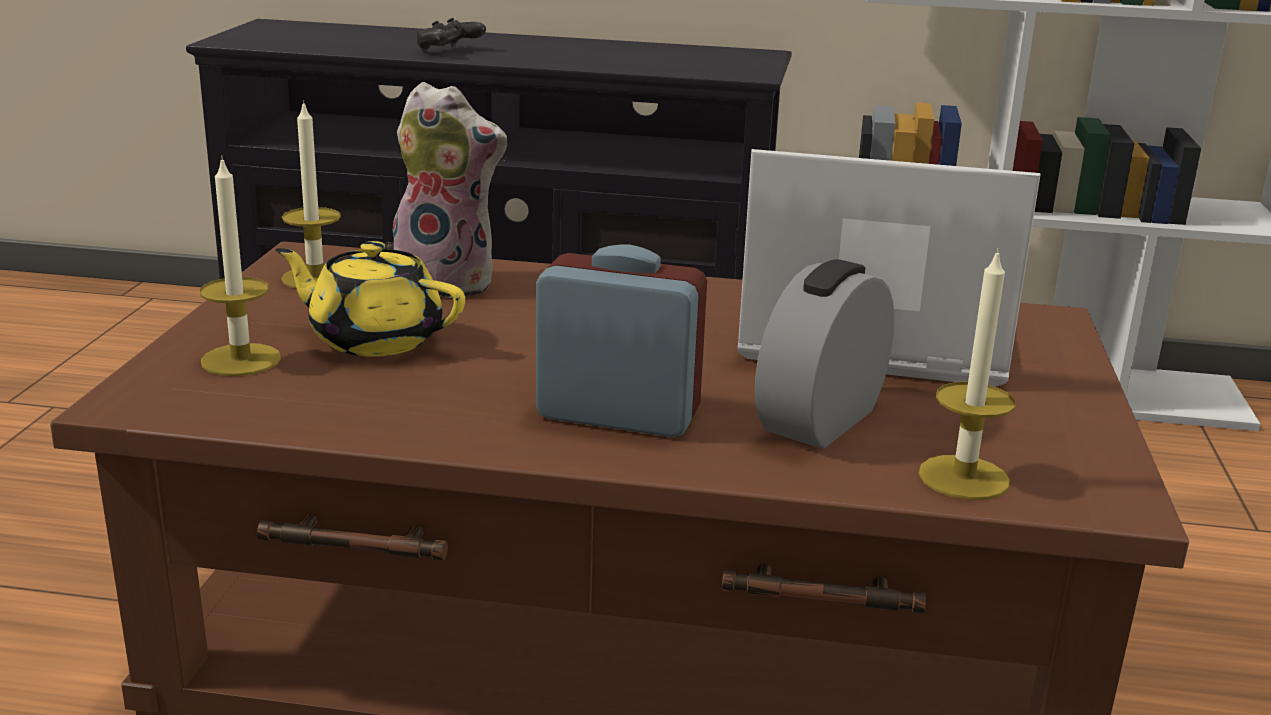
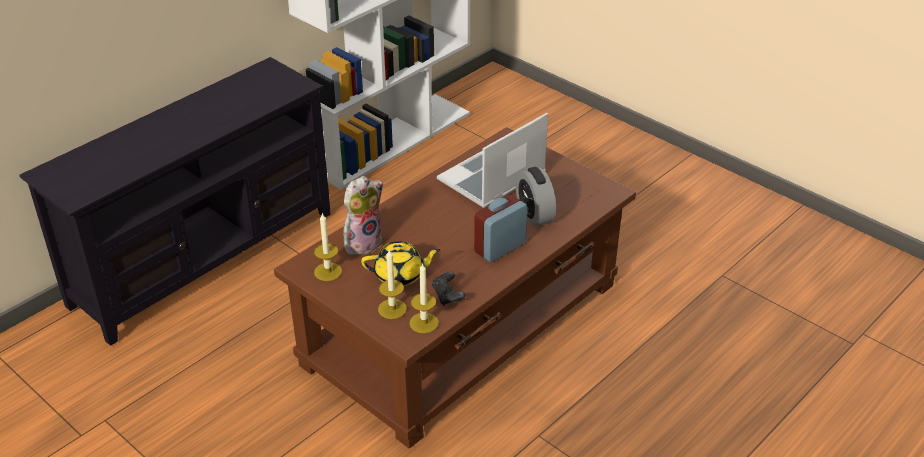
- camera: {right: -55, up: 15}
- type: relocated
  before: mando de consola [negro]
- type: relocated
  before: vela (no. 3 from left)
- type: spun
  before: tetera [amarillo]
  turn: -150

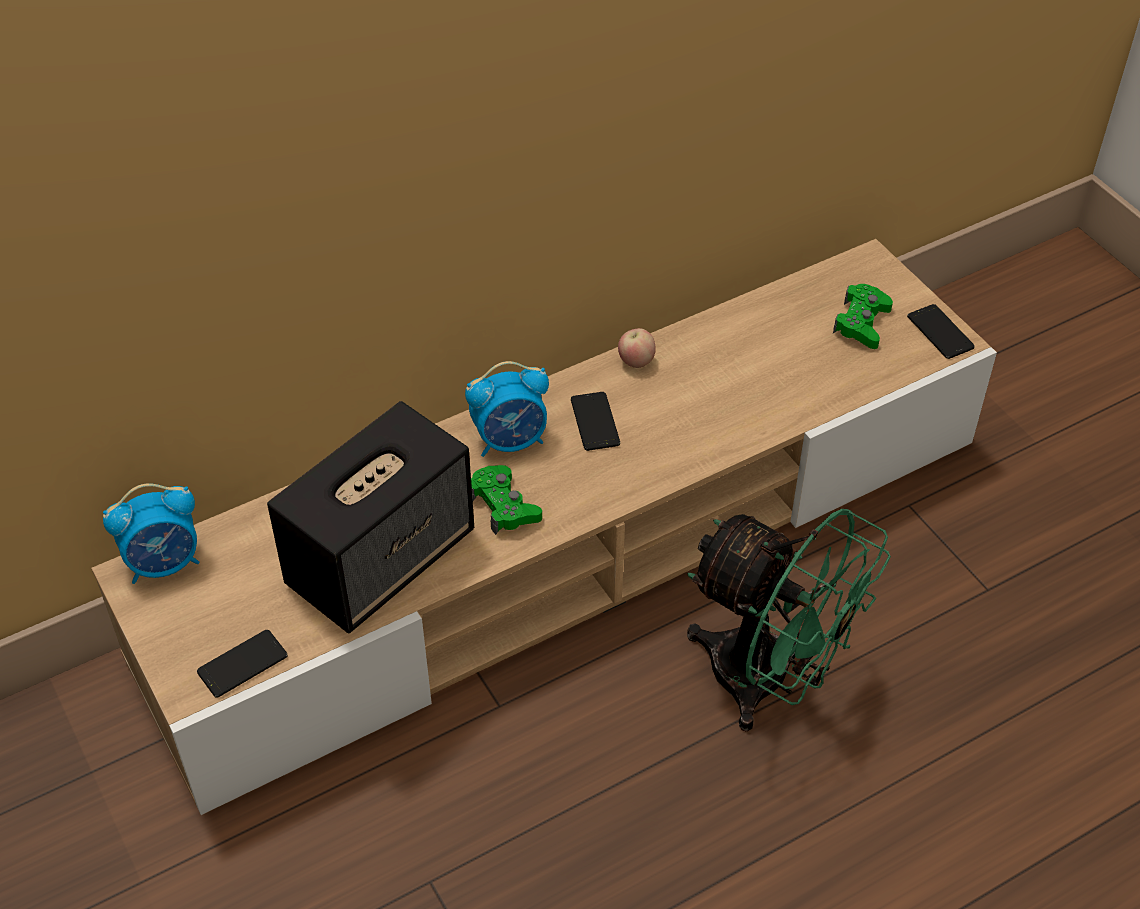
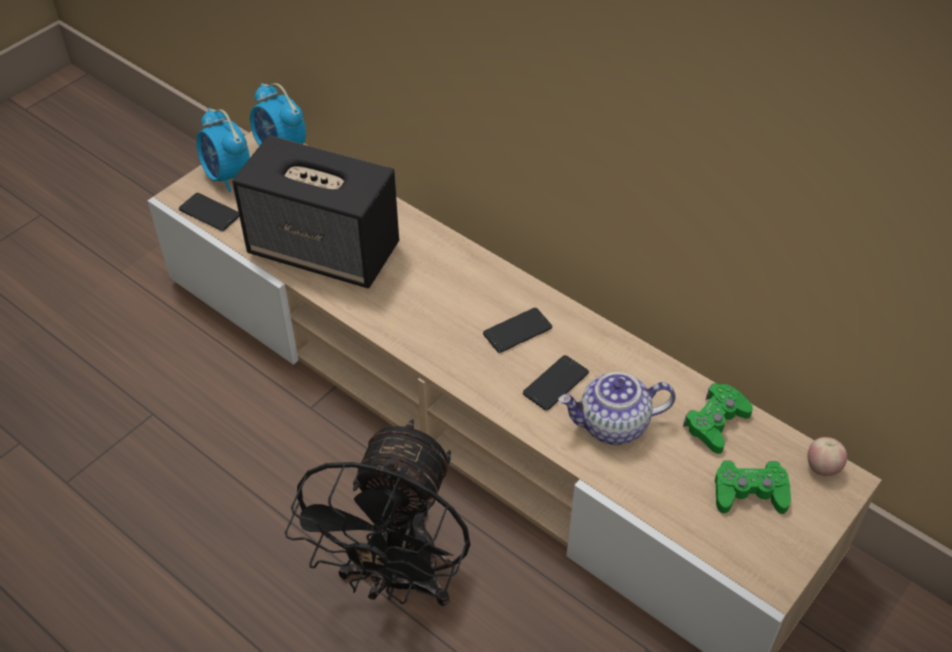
- camera: {right: 70, up: 0}
- type: appeared
  after: tetera
- type: relocated
  before: despertador (no. 2 from left in the first image)
  after: despertador (no. 1 from left)
- type: relocated
  before: mando de consola [verde] (no. 1 from left)
- type: relocated
  before: manzana
- type: relocated
  before: móvil (no. 3 from left)
- type: colour
  before: ventilador [verde]
  after: ventilador [negro]

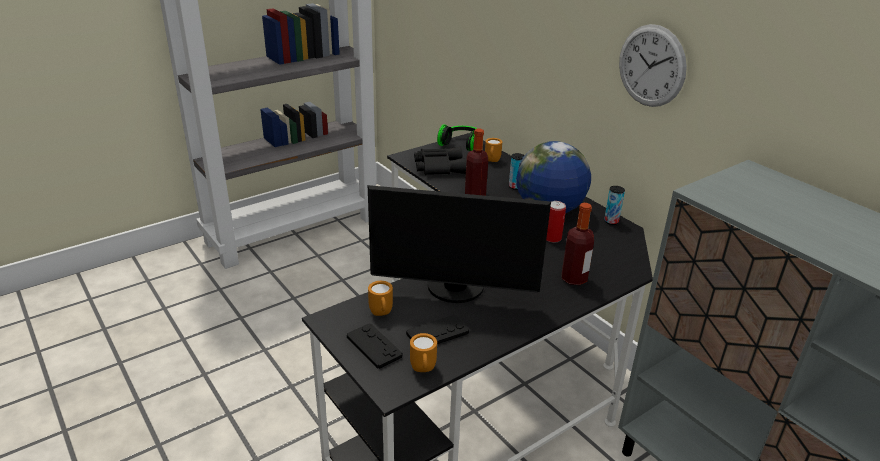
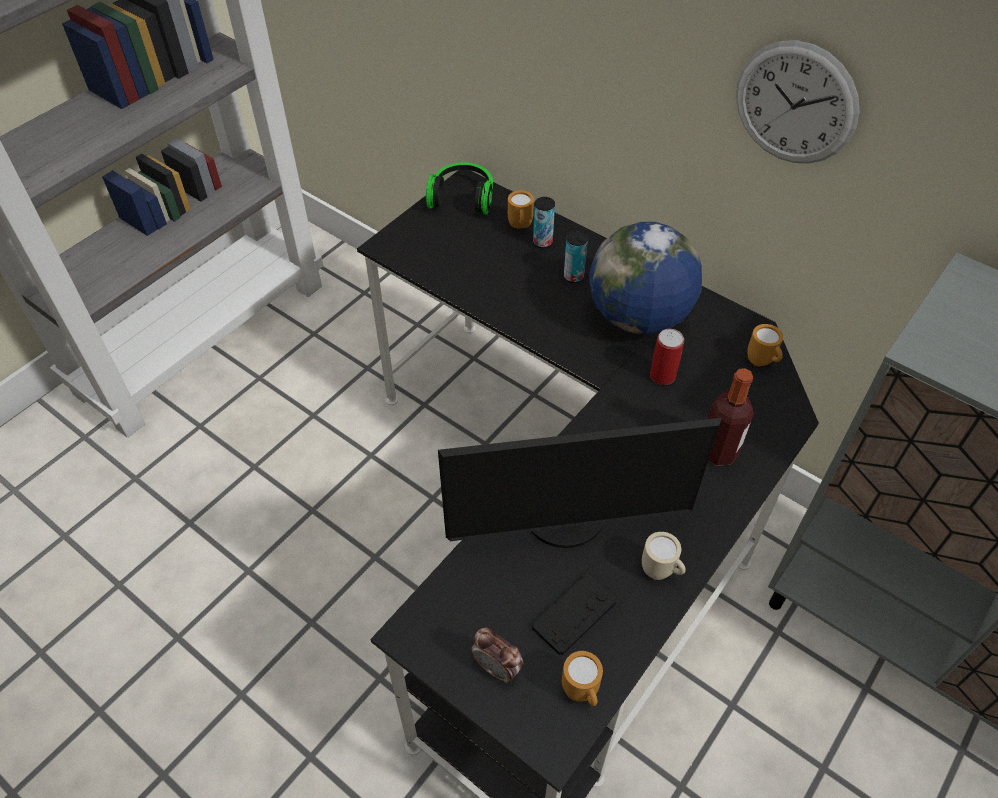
- camera: {right: -15, up: 20}
- type: missing
  before: prismáticos [negro]
- type: missing
  before: botella (no. 1 from left)
- type: appeared
  after: taza grande [beis]
- type: relocated
  before: taza grande [naranja] (no. 1 from left in the first image)
  after: taza grande [naranja] (no. 3 from left)
- type: relocated
  before: lata (no. 3 from left in the first image)
  after: lata (no. 1 from left)
- type: exchanged
  before: mando de consola [negro] (no. 1 from left)
  after: despertador

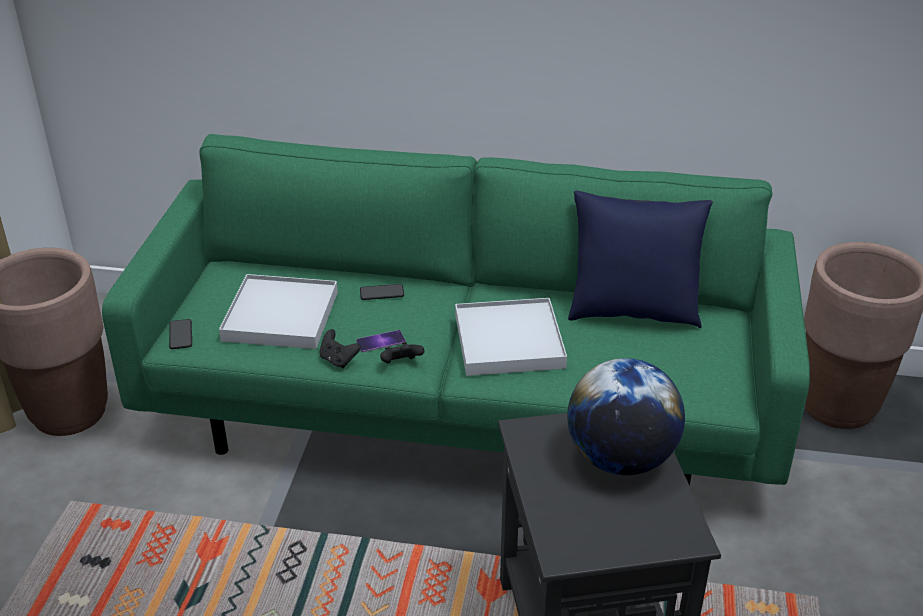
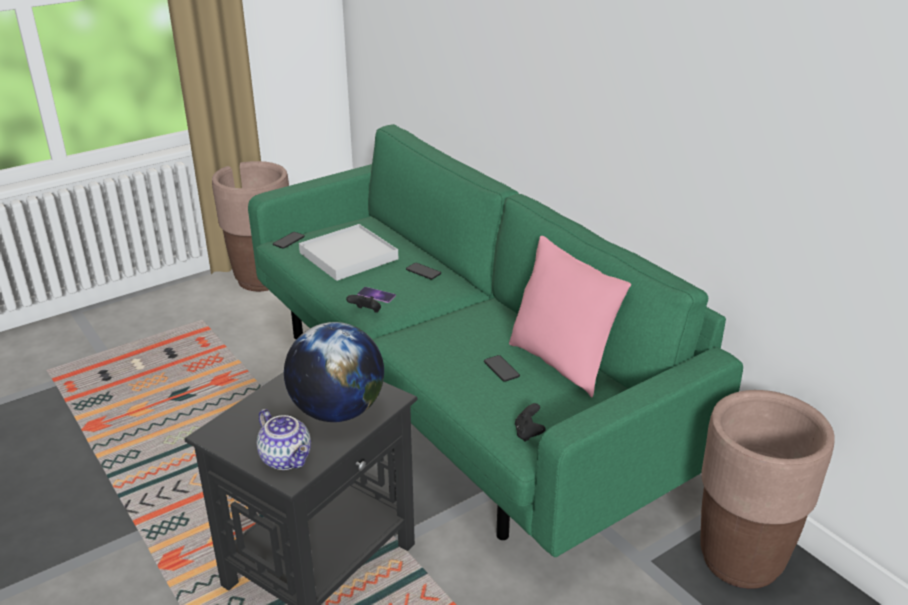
- camera: {right: 45, up: -5}
- type: missing
  before: bandeja [blanco] (no. 2 from left)
- type: appeared
  after: tetera
- type: appeared
  after: móvil (no. 4 from left)
- type: relocated
  before: mando de consola [negro] (no. 1 from left in the first image)
  after: mando de consola [negro] (no. 2 from left)
- type: colour
  before: cojín [azul]
  after: cojín [rosa]

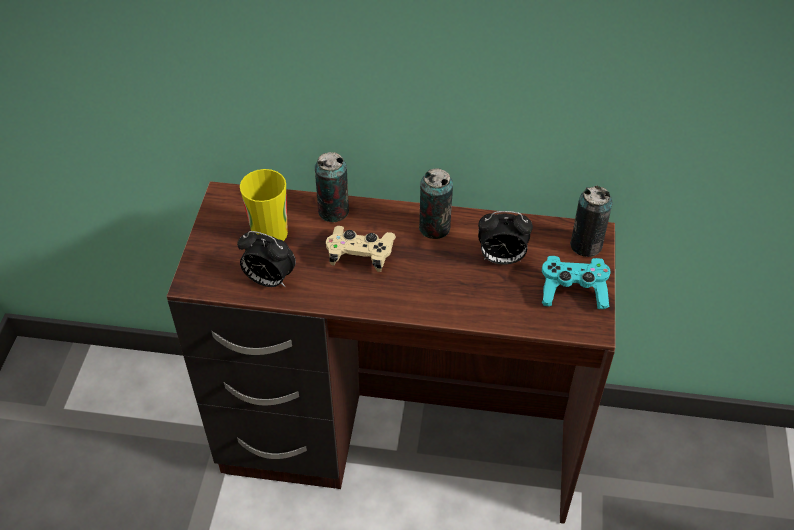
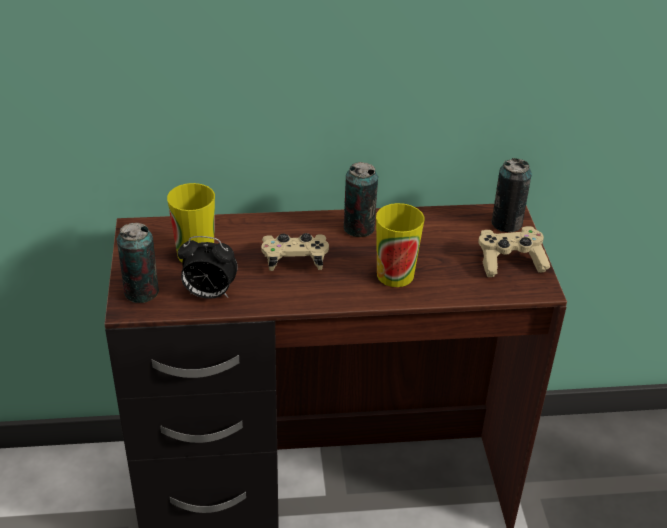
- camera: {right: -15, up: -10}
- type: missing
  before: despertador (no. 2 from left)
- type: appeared
  after: taza (no. 2 from left)
- type: relocated
  before: lata (no. 1 from left)
- type: colour
  before: mando de consola [turquesa]
  after: mando de consola [beis] (no. 2 from left)

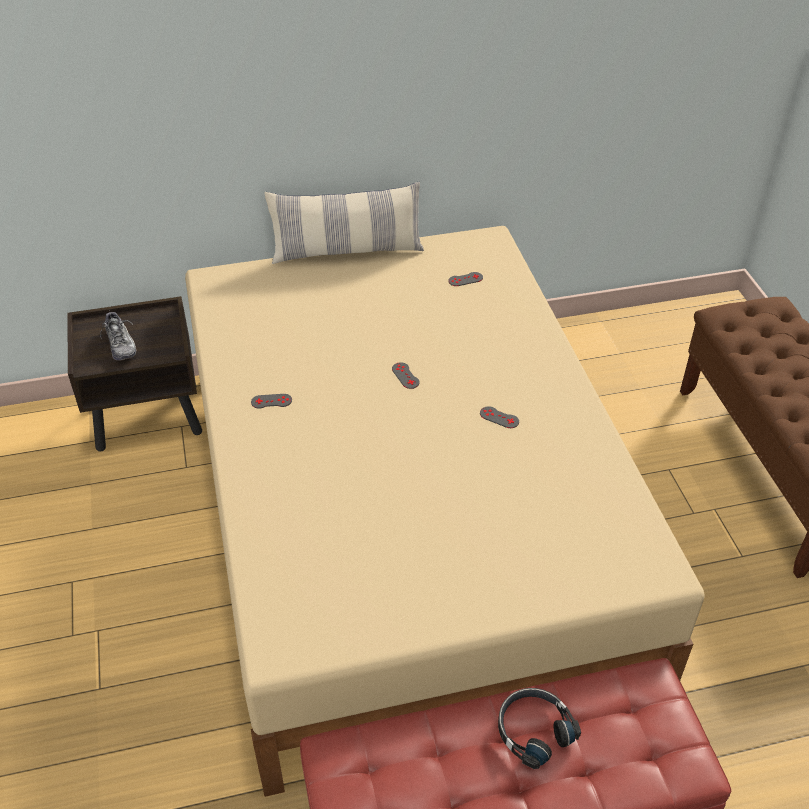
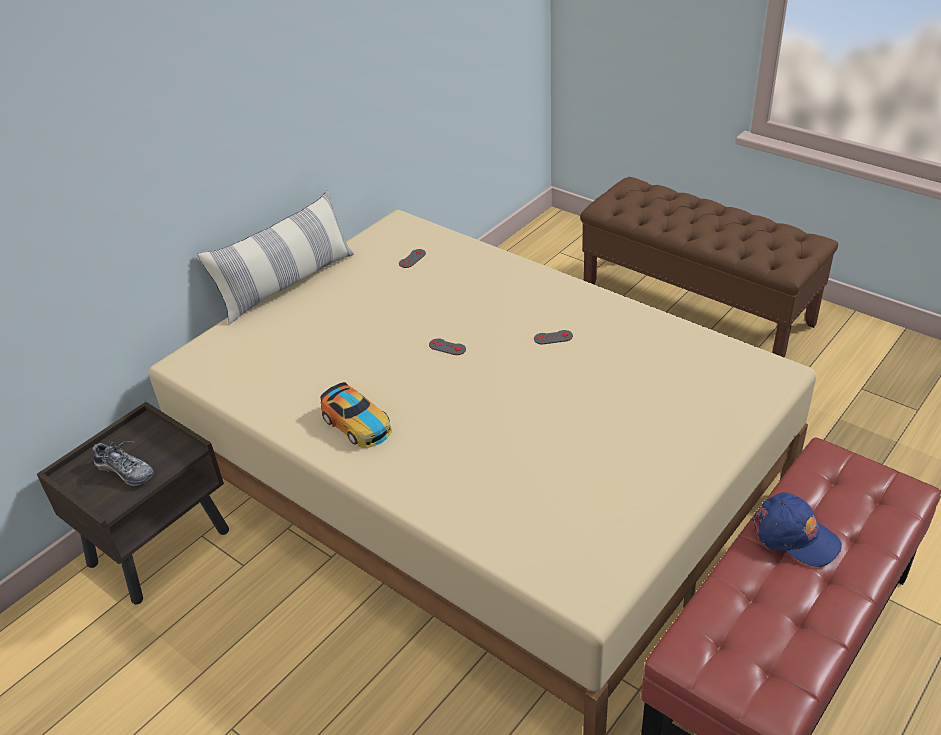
- camera: {right: -35, up: -5}
- type: exchanged
  before: mando de consola [gris] (no. 1 from left)
  after: coche de juguete
- type: exchanged
  before: auriculares [negro]
  after: gorra [azul]

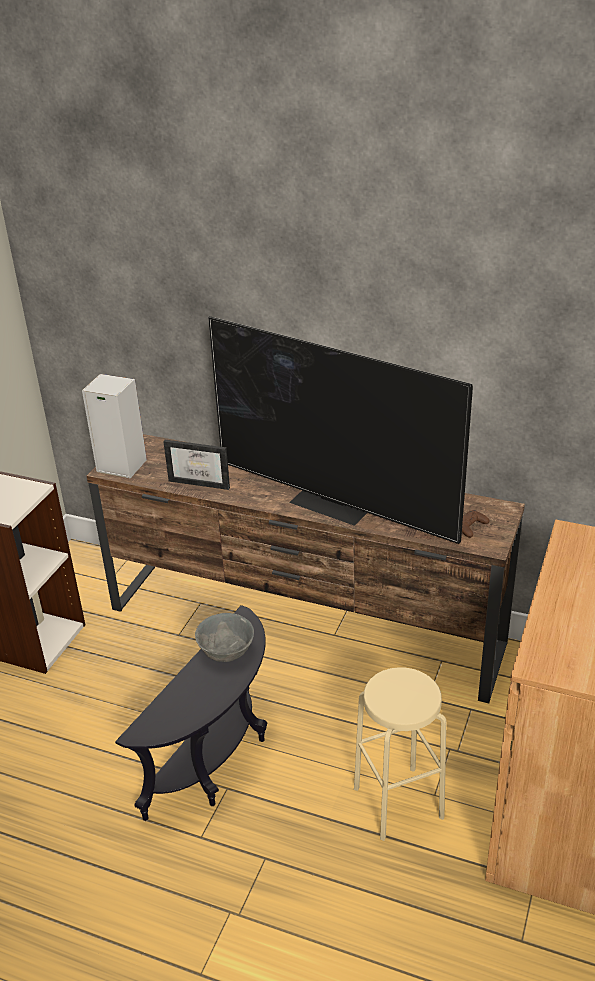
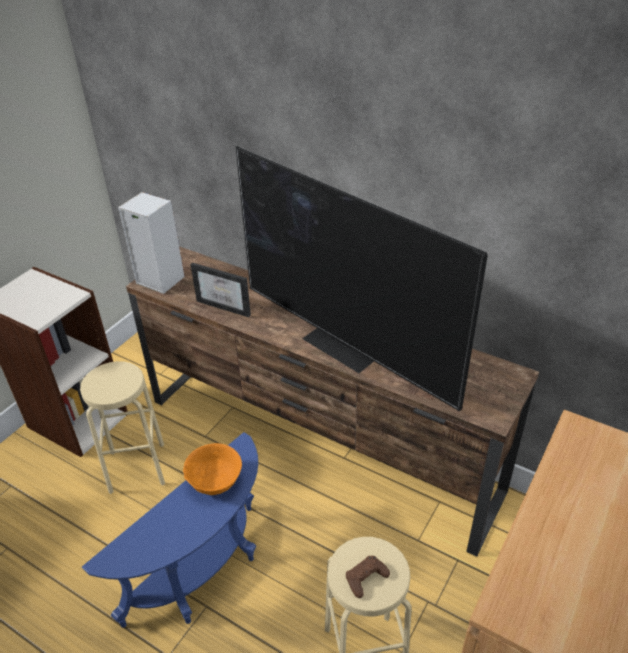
- camera: {right: 10, up: 5}
- type: appeared
  after: taburete [beis] (no. 1 from left)
- type: relocated
  before: mando de consola [marrón]
- type: colour
  before: mesa auxiliar [negro]
  after: mesa auxiliar [azul]
- type: colour
  before: cuenco [gris]
  after: cuenco [naranja]

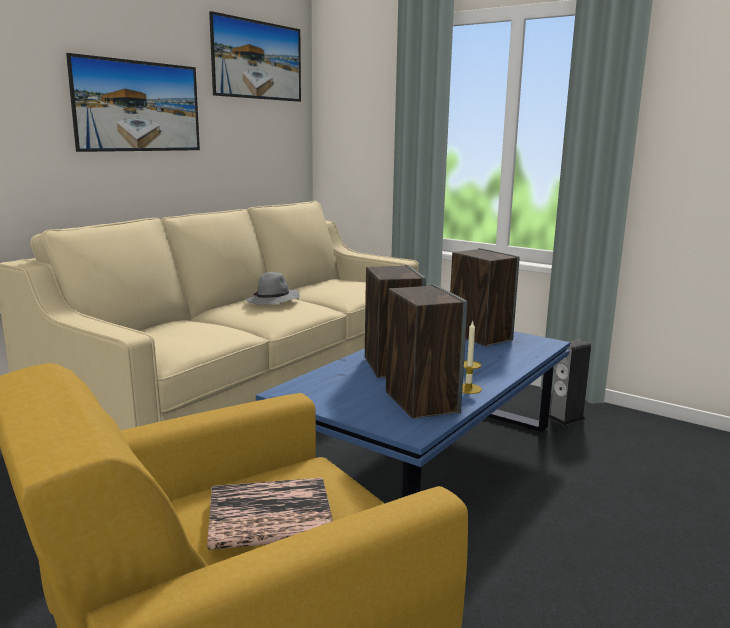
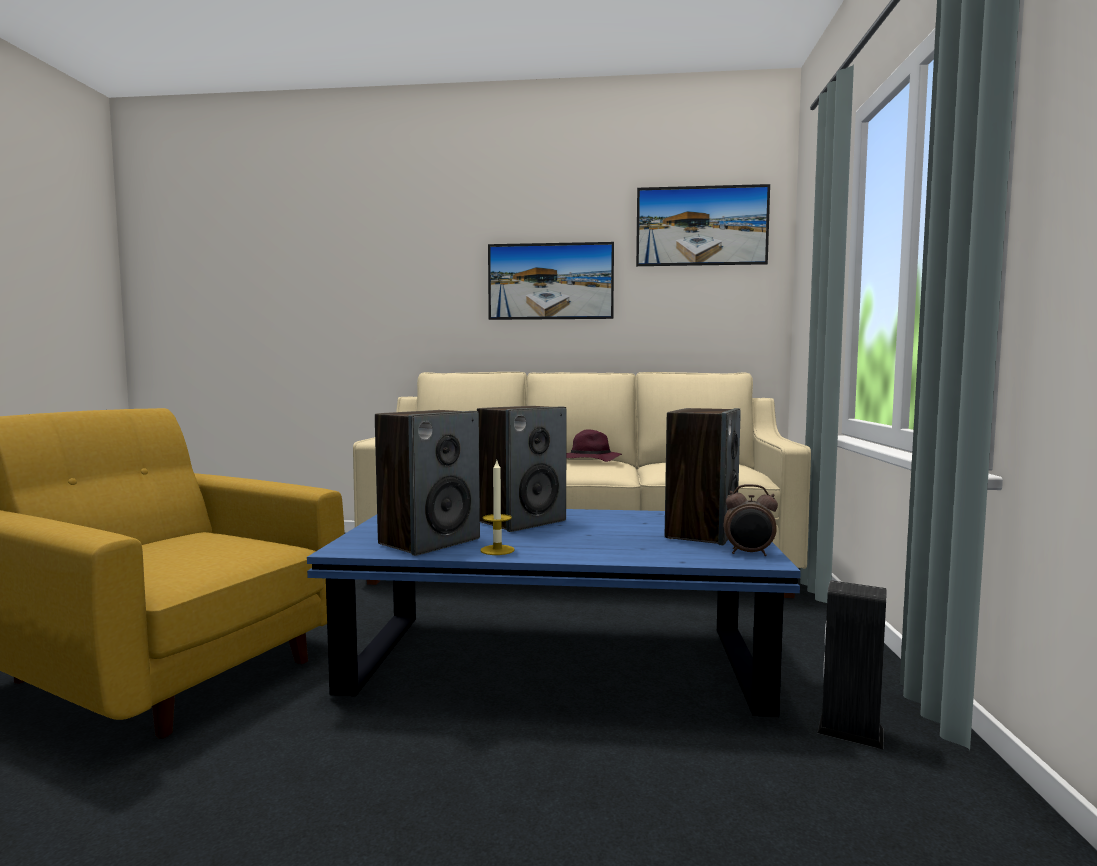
- camera: {right: 60, up: -10}
- type: missing
  before: libro
- type: appeared
  after: despertador
- type: colour
  before: sombrero [gris]
  after: sombrero [morado]

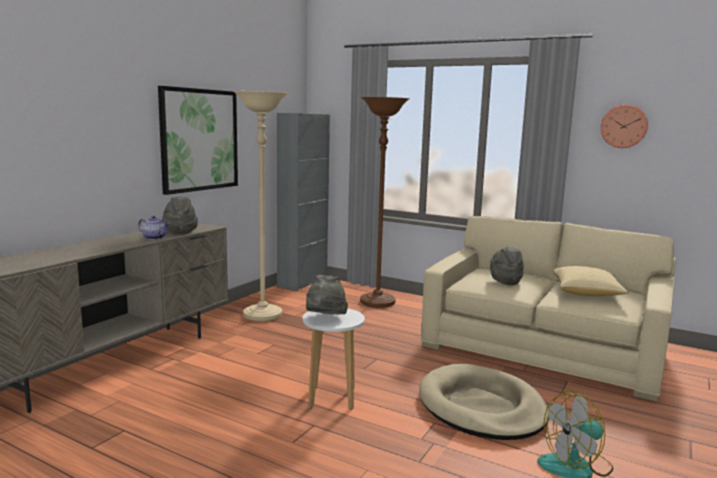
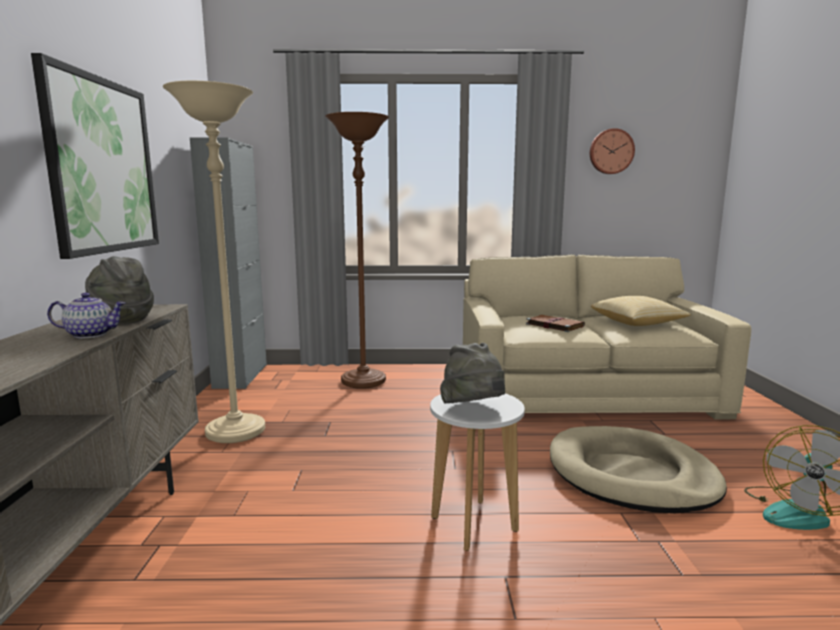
- camera: {right: -30, up: 0}
- type: exchanged
  before: sombrero [gris] (no. 3 from left)
  after: libro [marrón]

